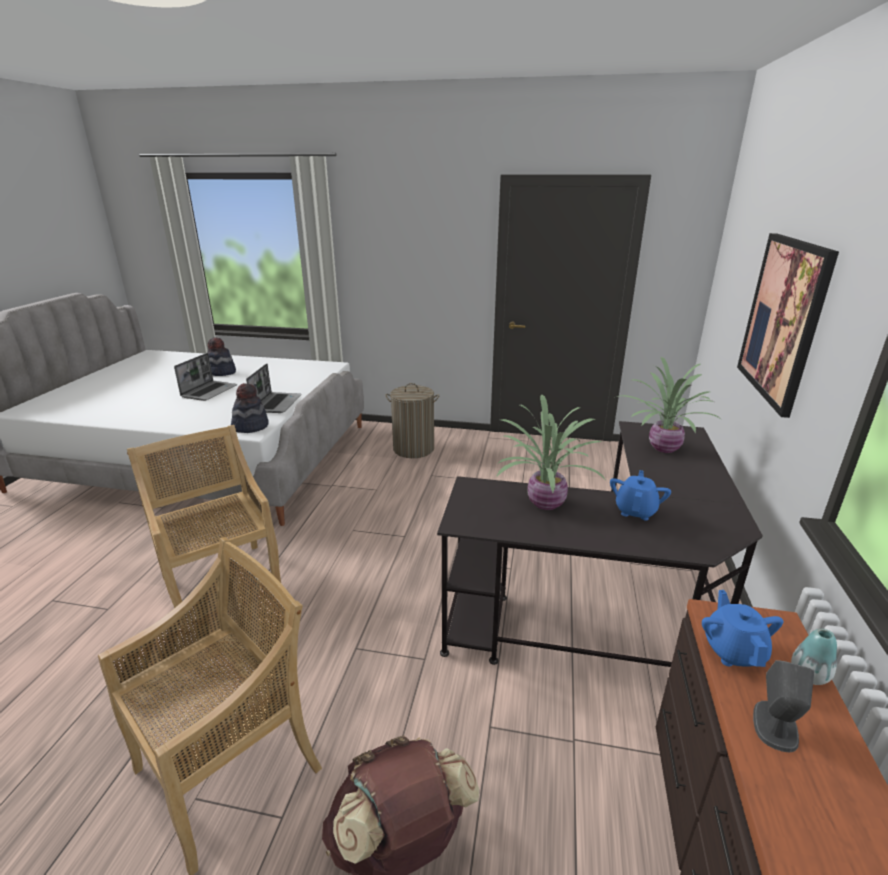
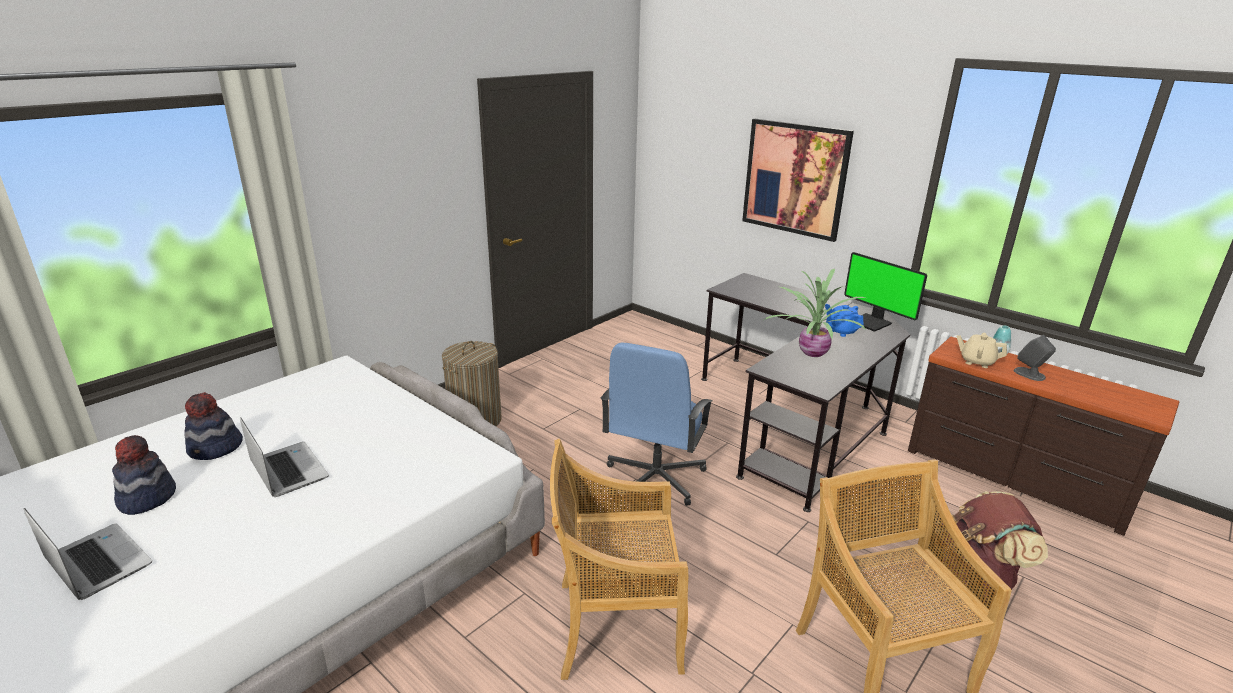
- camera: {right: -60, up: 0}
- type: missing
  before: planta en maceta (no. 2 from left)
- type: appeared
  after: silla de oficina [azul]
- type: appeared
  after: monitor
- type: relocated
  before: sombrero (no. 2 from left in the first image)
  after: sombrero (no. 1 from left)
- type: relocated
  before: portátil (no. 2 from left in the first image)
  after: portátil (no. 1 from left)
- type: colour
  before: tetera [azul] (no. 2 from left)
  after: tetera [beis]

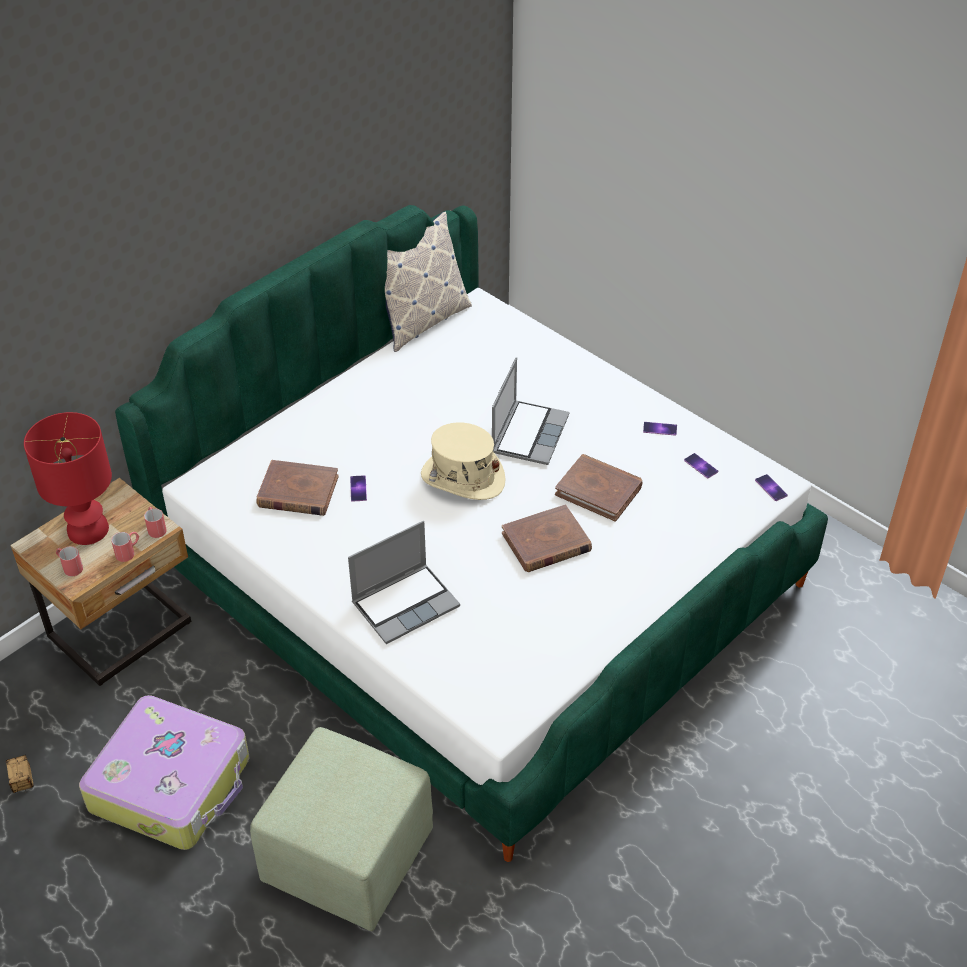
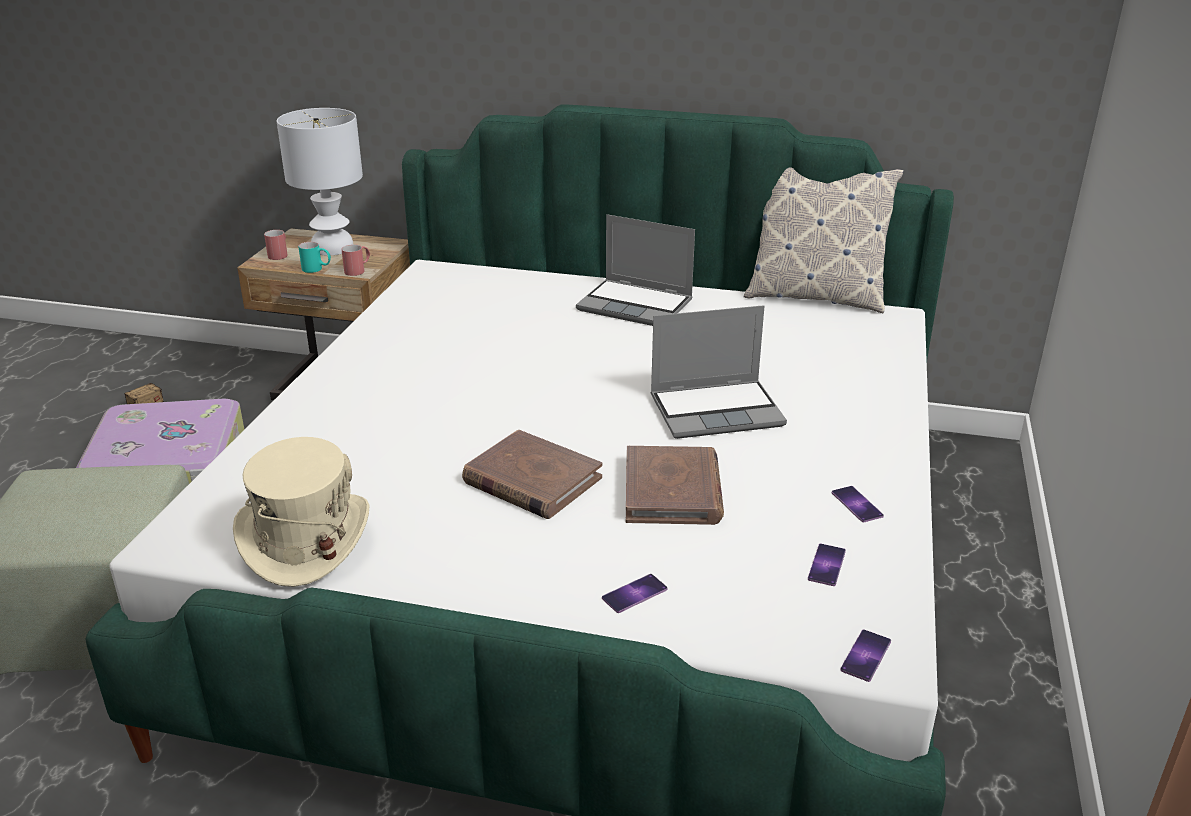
- camera: {right: 60, up: -15}
- type: missing
  before: libro [marrón] (no. 1 from left)
- type: relocated
  before: portátil (no. 1 from left)
- type: relocated
  before: móvil (no. 1 from left)
- type: relocated
  before: sombrero [beis]
- type: colour
  before: lámpara de mesa [rojo]
  after: lámpara de mesa [blanco]
- type: colour
  before: taza grande [rojo] (no. 2 from left)
  after: taza grande [turquesa]

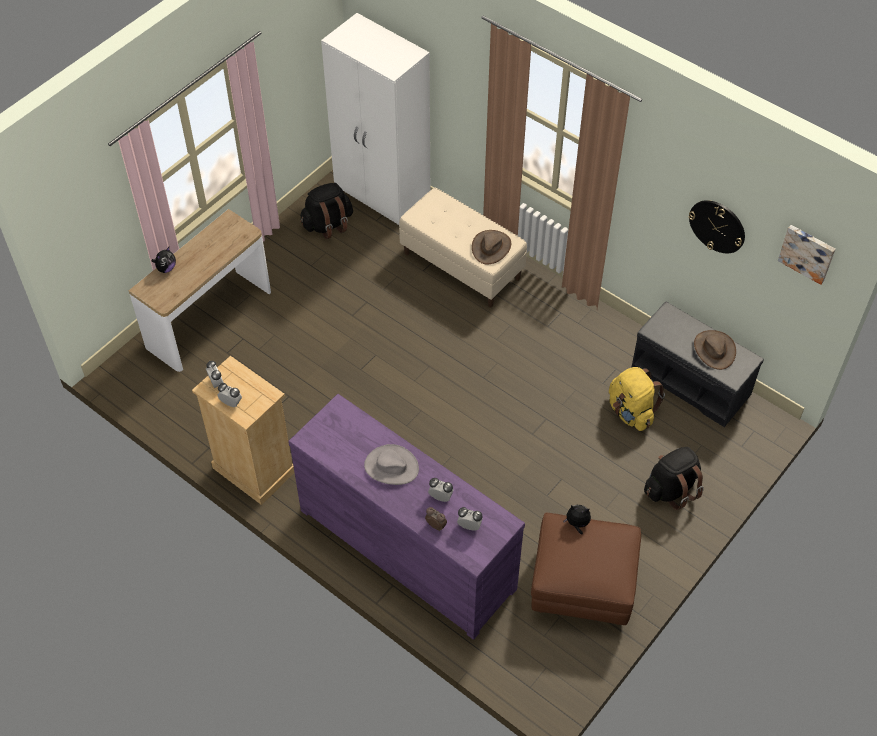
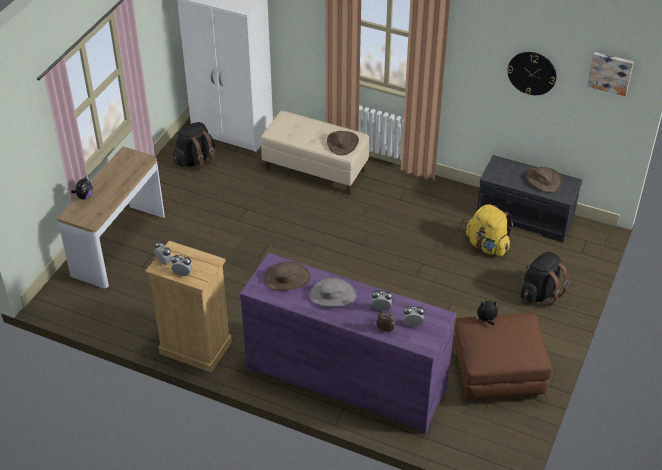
- camera: {right: -15, up: -10}
- type: appeared
  after: sombrero [marrón] (no. 1 from left)

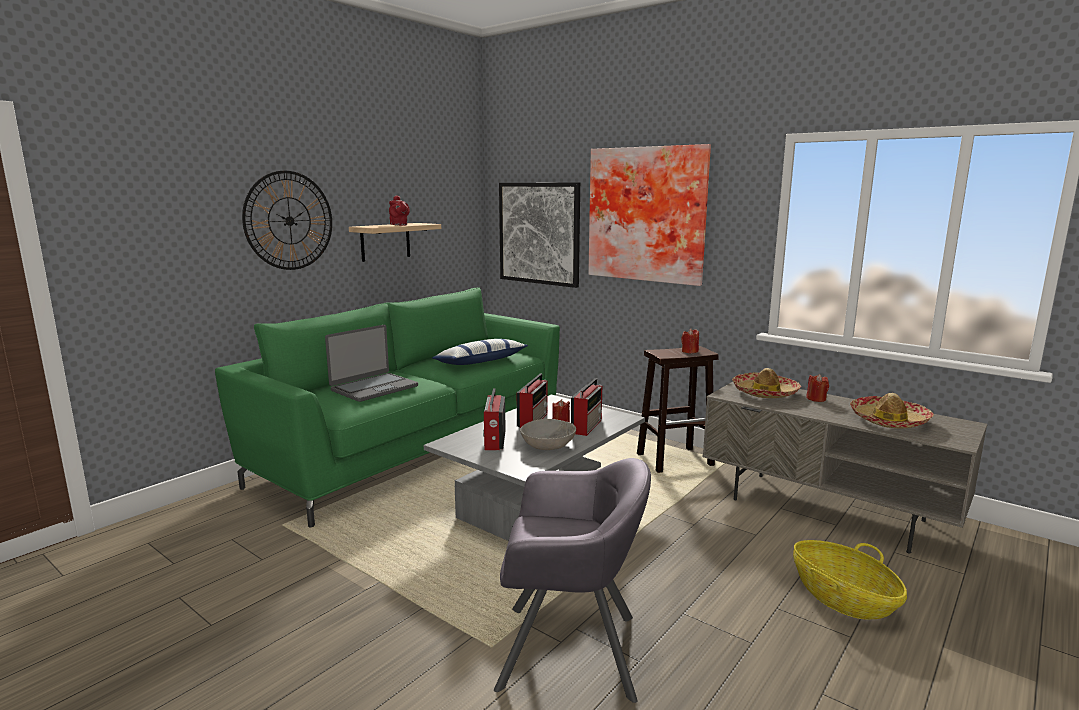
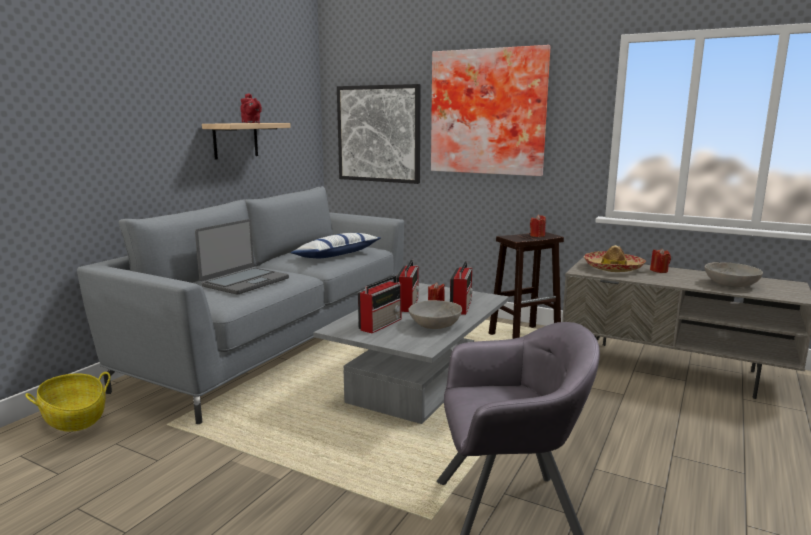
- camera: {right: -10, up: 0}
- type: missing
  before: reloj de pared
- type: relocated
  before: cesta
- type: exchanged
  before: sombrero (no. 2 from left)
  after: cuenco [gris] (no. 2 from left)
- type: colour
  before: sofá [verde]
  after: sofá [gris]
- type: spun
  before: radio (no. 1 from left)
  turn: -135

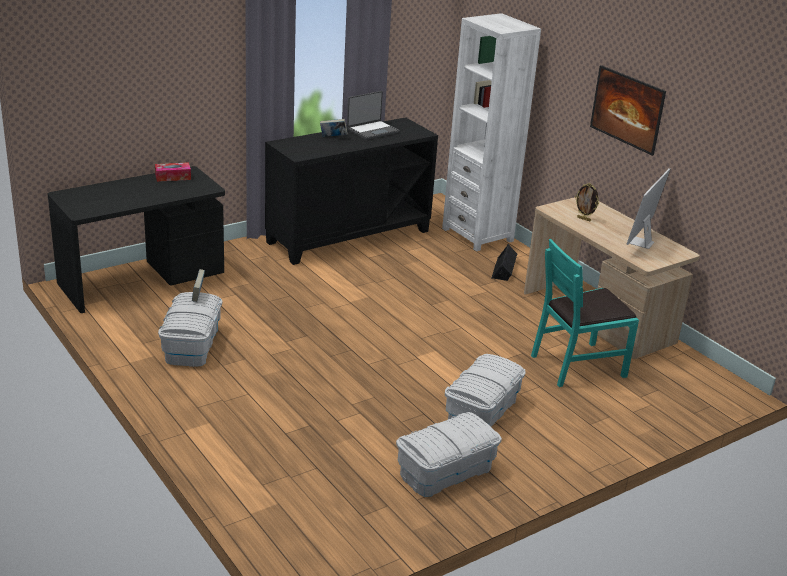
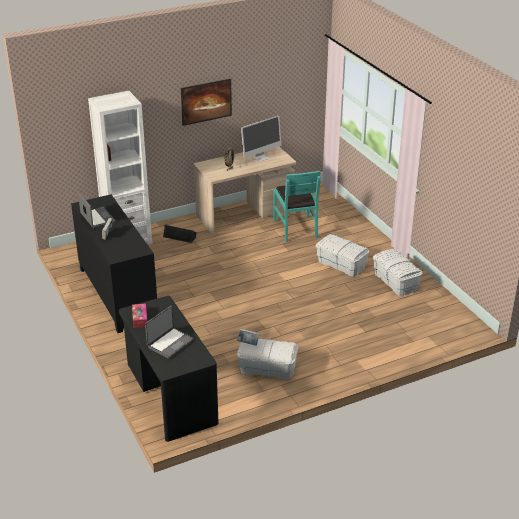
- camera: {right: -80, up: 5}
- type: appeared
  after: portátil (no. 2 from left)
- type: spun
  before: monitor
  turn: -75

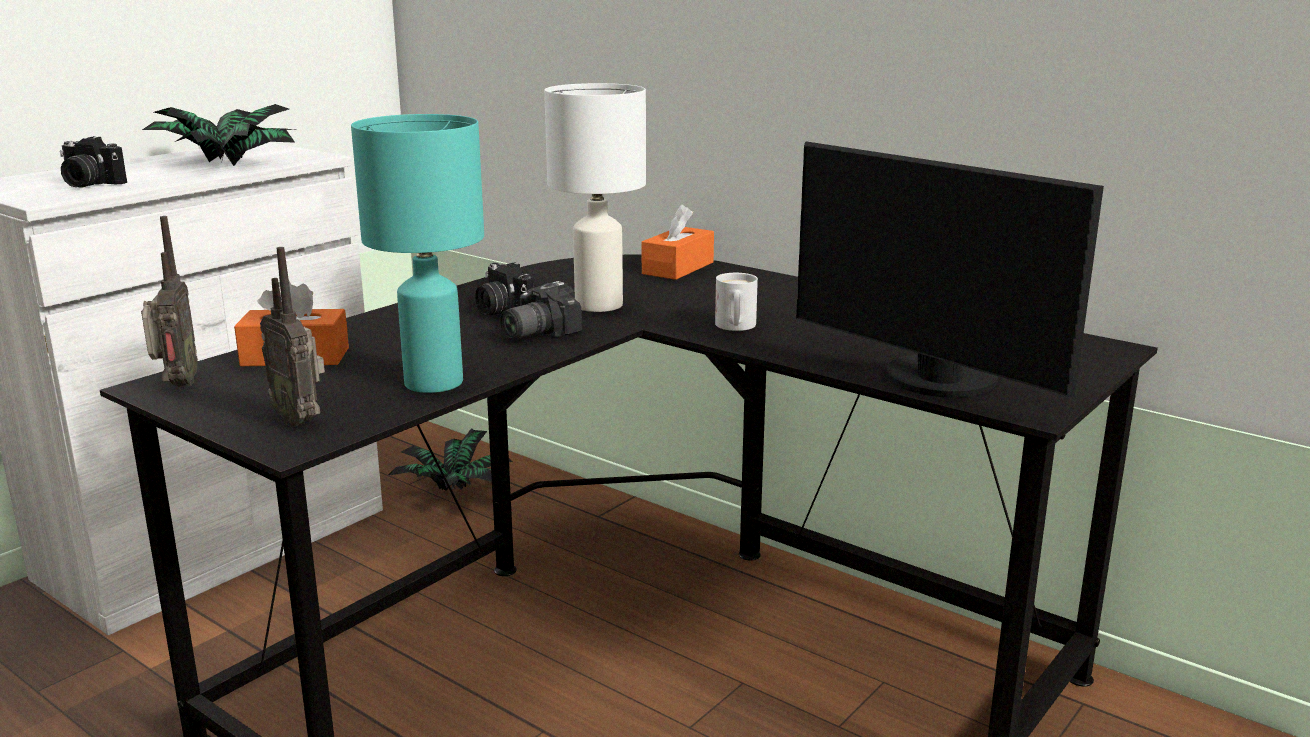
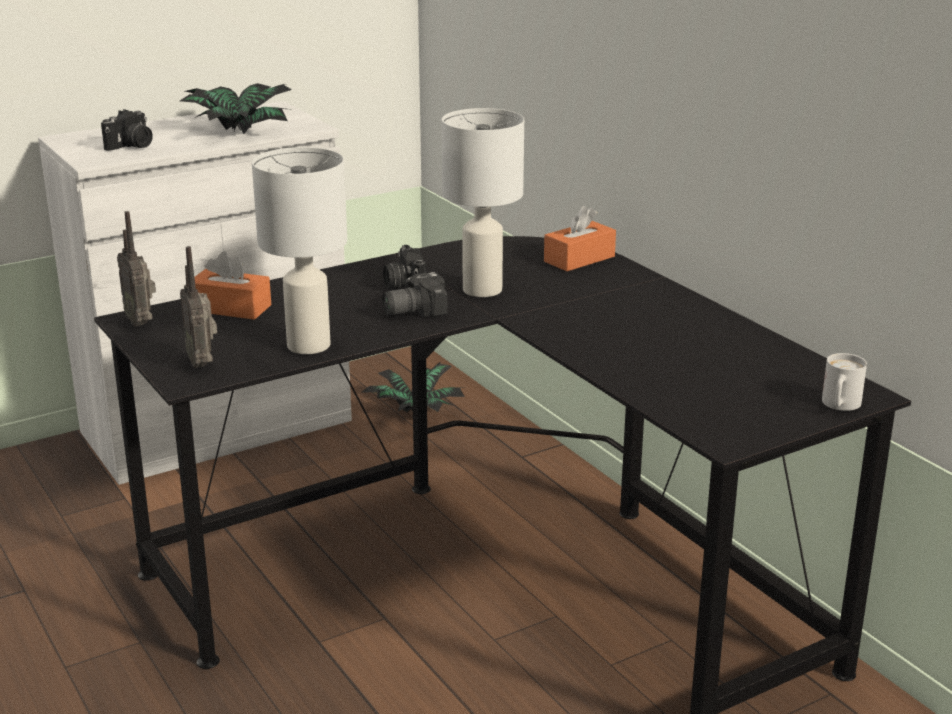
- camera: {right: 20, up: 5}
- type: missing
  before: monitor
- type: relocated
  before: taza grande [blanco]
- type: colour
  before: lámpara de mesa [turquesa]
  after: lámpara de mesa [blanco] (no. 1 from left)
- type: spun
  before: cámara (no. 1 from left)
  turn: -90
- type: spun
  before: radio (no. 1 from left)
  turn: 135

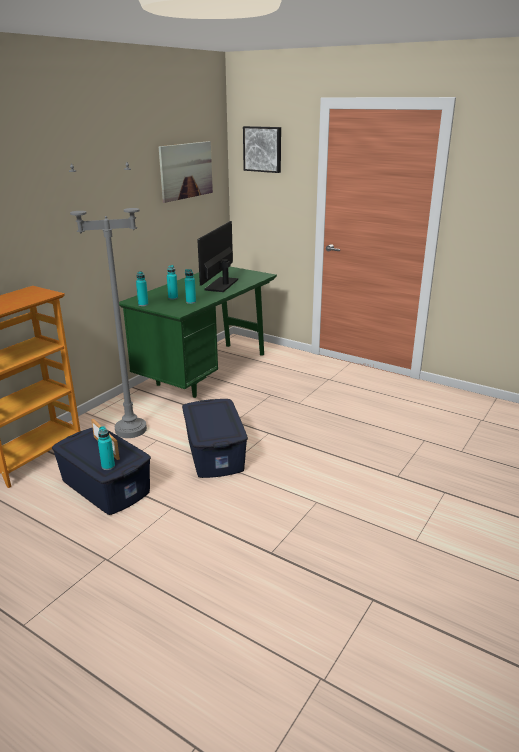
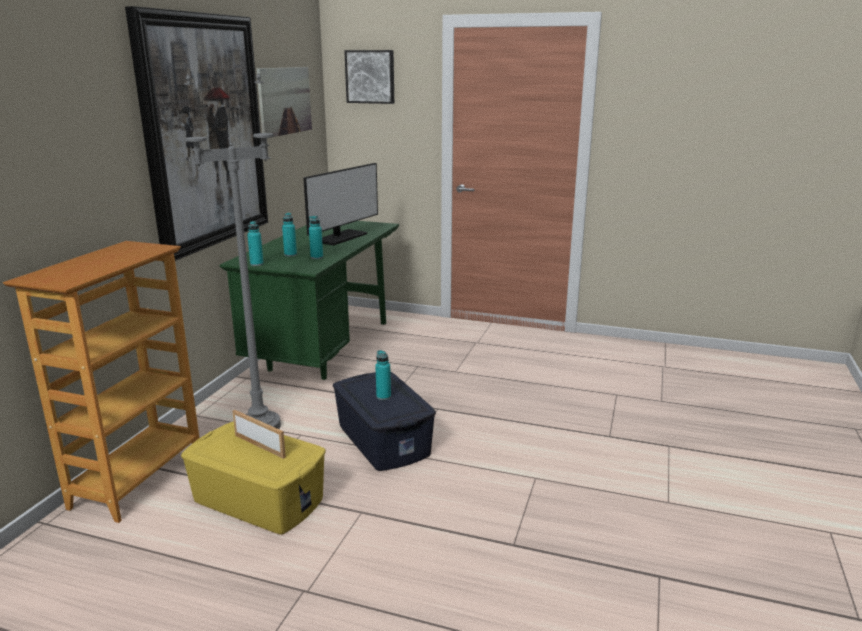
- camera: {right: -15, up: -5}
- type: appeared
  after: cuadro (no. 1 from left)
- type: relocated
  before: botella [turquesa] (no. 1 from left in the first image)
  after: botella [turquesa] (no. 4 from left)
- type: colour
  before: caja de almacenaje [azul] (no. 1 from left)
  after: caja de almacenaje [amarillo]
- type: spun
  before: monitor
  turn: -150

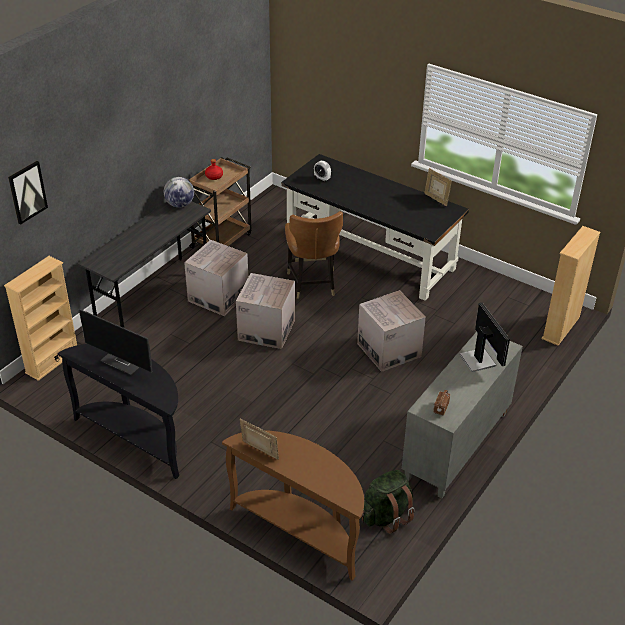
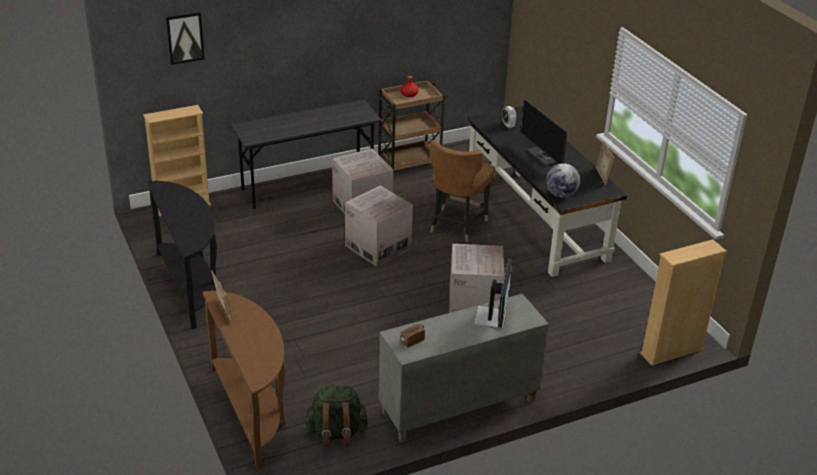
- camera: {right: 30, up: -5}
- type: relocated
  before: monitor (no. 1 from left in the first image)
  after: monitor (no. 2 from left)
- type: relocated
  before: globo terráqueo

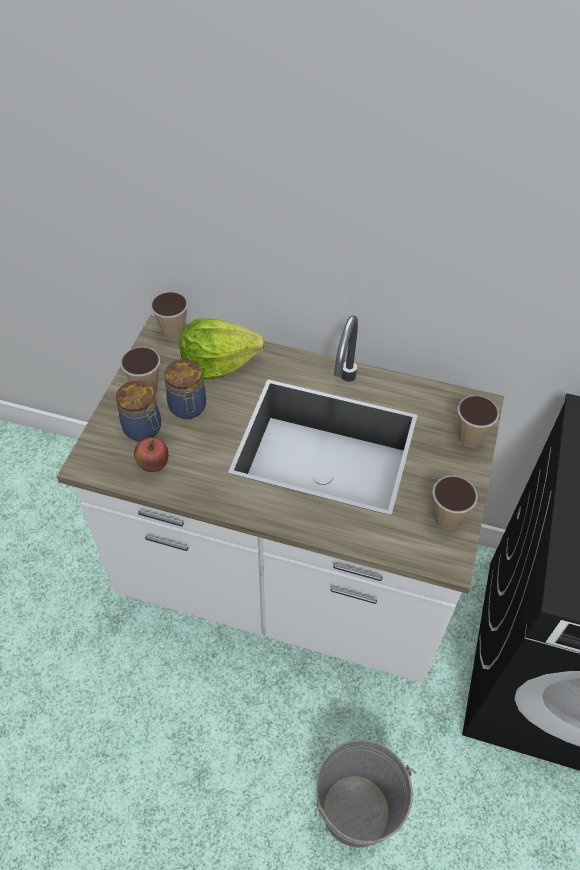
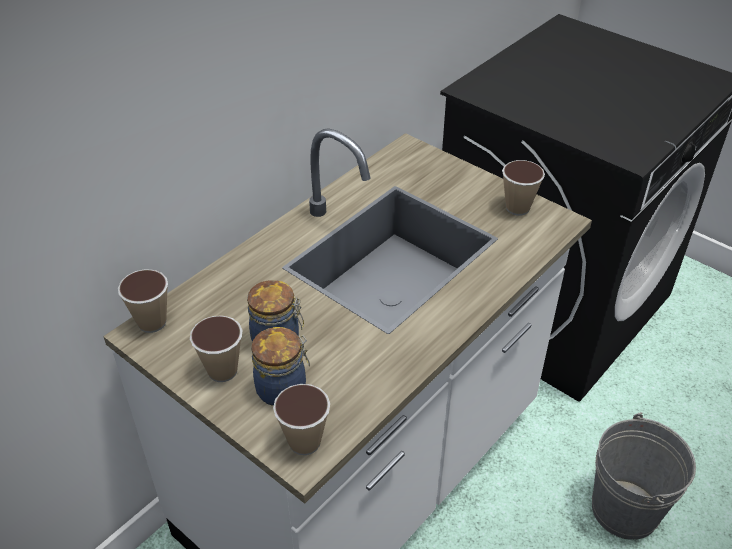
- camera: {right: -65, up: -10}
- type: missing
  before: manzana
- type: missing
  before: lechuga
- type: relocated
  before: taza (no. 4 from left in the first image)
  after: taza (no. 3 from left)

